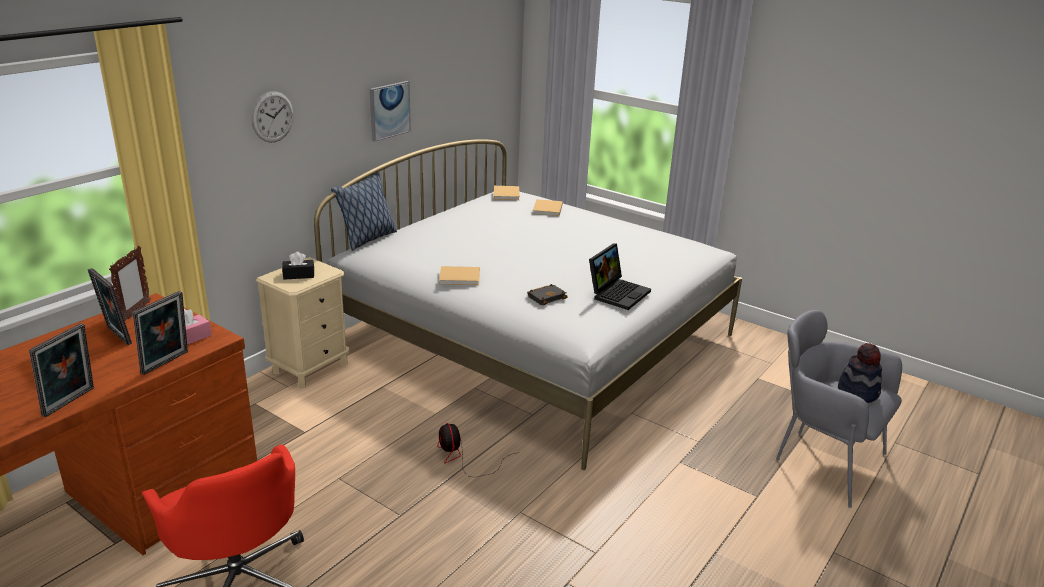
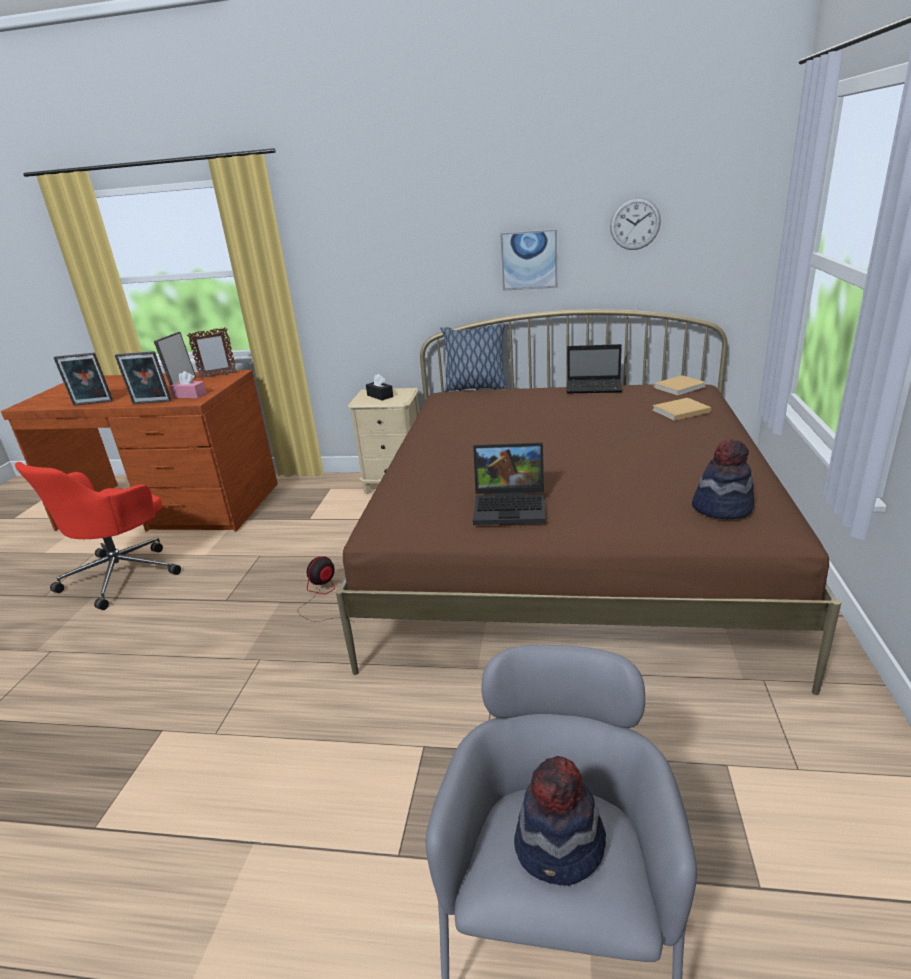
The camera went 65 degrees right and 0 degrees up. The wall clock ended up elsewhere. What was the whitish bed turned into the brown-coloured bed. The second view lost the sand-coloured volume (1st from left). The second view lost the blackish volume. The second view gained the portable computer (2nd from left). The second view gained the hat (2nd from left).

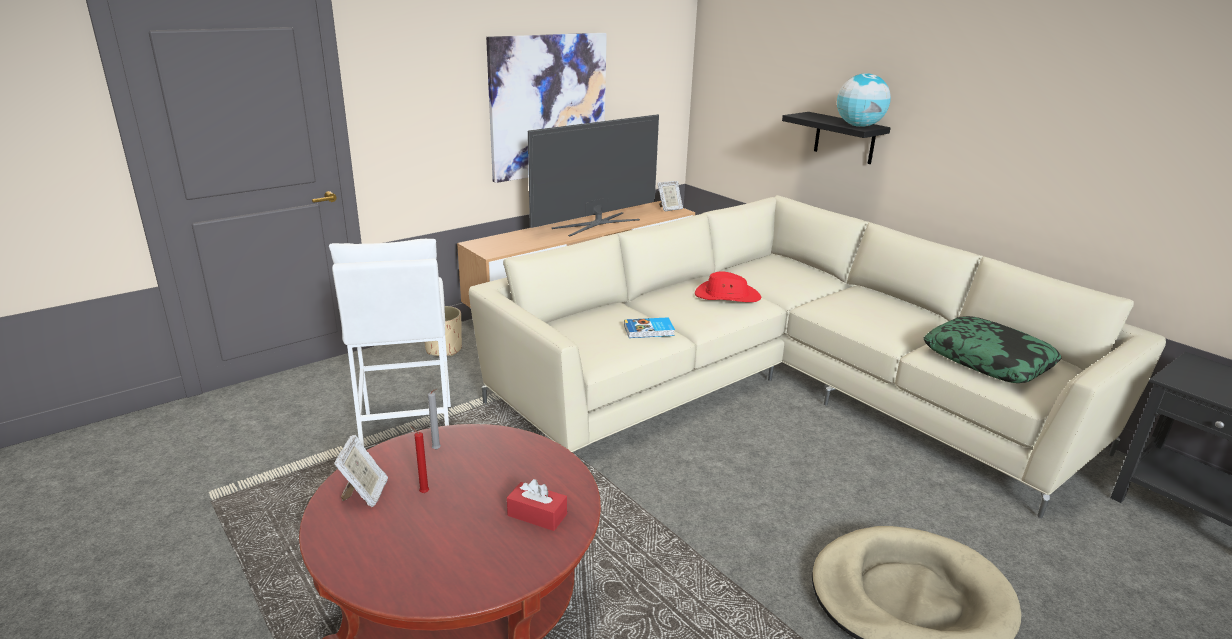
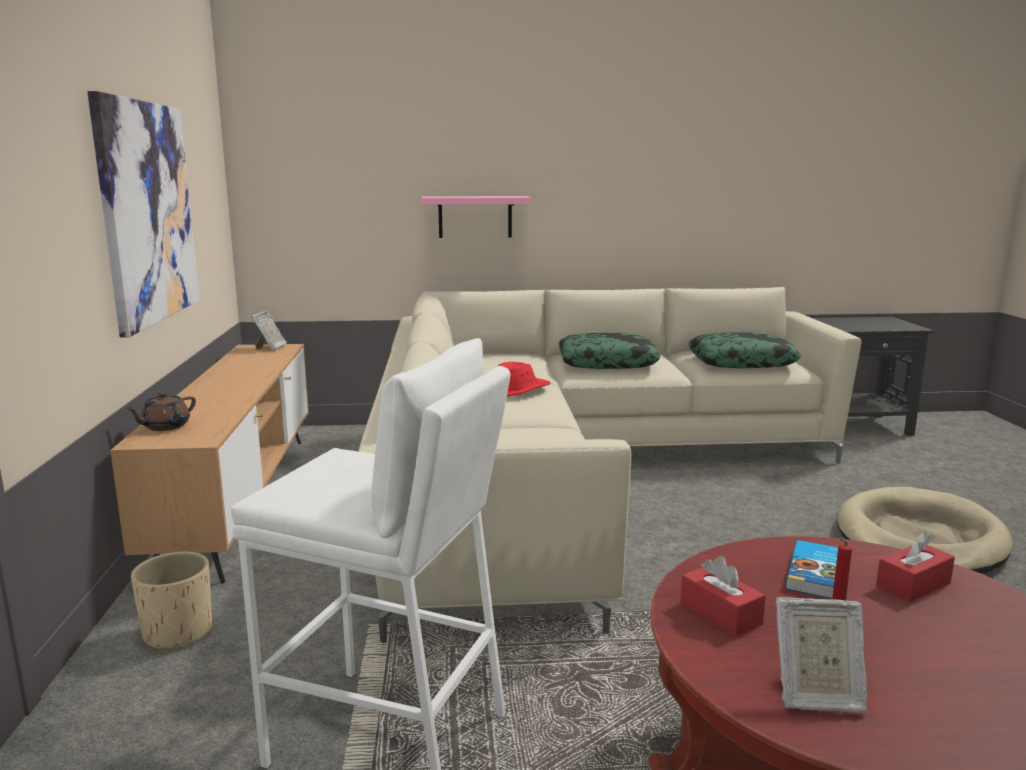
The camera went 55 degrees left and 10 degrees down. The standing frame (1st from left in the first image) ended up facing another way, 150 degrees clockwise from before. Where the grey candle stood, the red-coloured box of tissues (1st from left) came to stand. The second view lost the television. The volume ended up elsewhere. What was the blackish wall shelf turned into the pink wall shelf. The second view lost the world globe. The second view gained the brown-coloured pot for tea. The second view gained the pillow (1st from left).

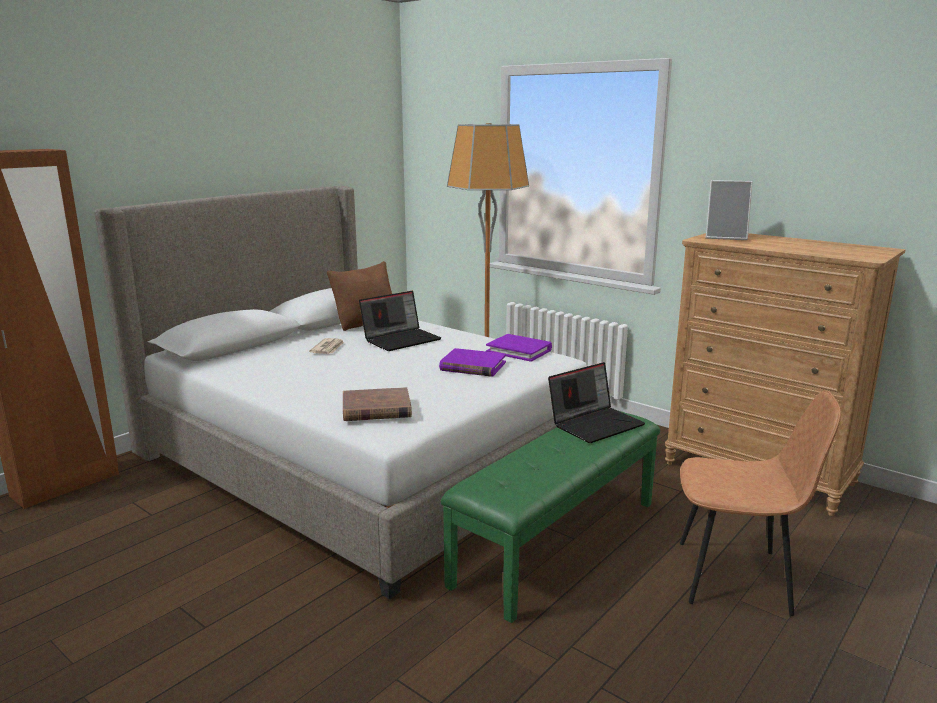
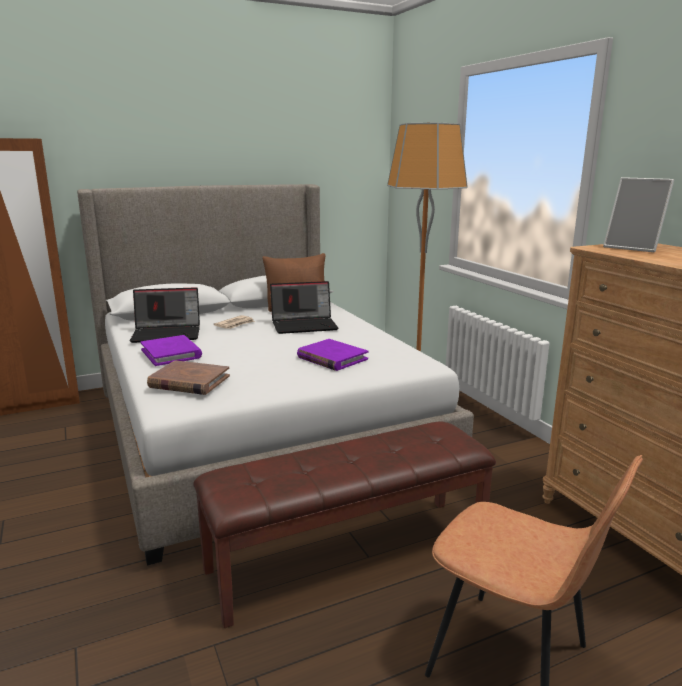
The camera went 25 degrees right and 0 degrees up. What was the green indoor bench turned into the brown-coloured indoor bench. The purple-coloured volume (2nd from left in the first image) ended up elsewhere. The portable computer (2nd from left in the first image) ended up elsewhere.

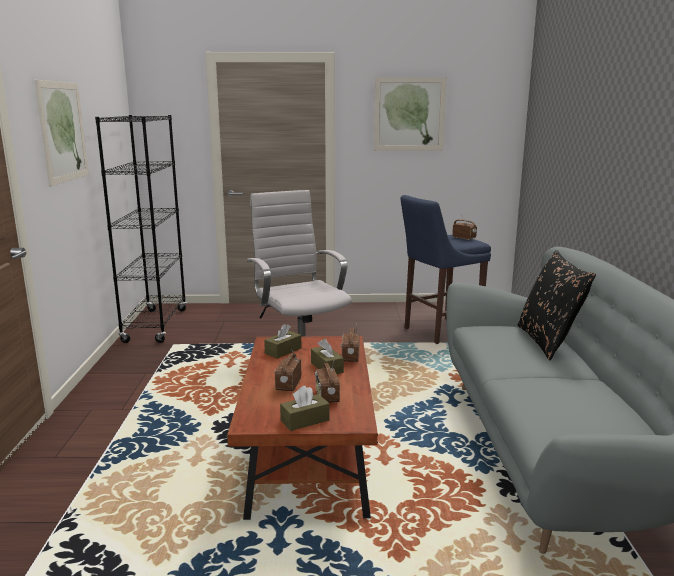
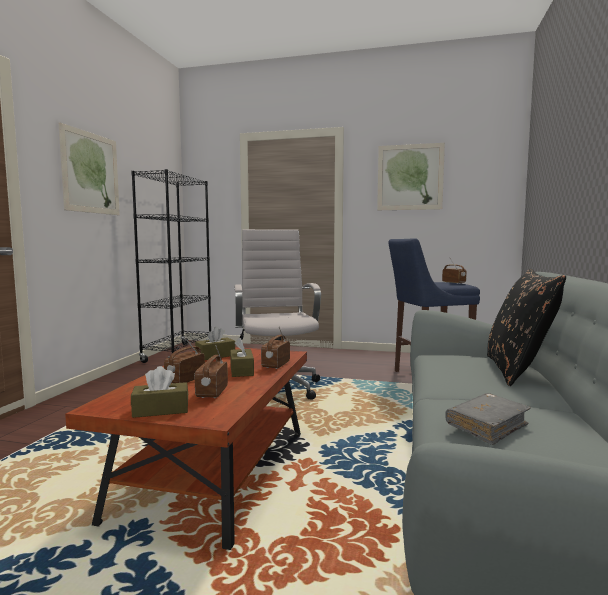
The camera went 15 degrees right and 10 degrees down. The second view gained the grey volume.

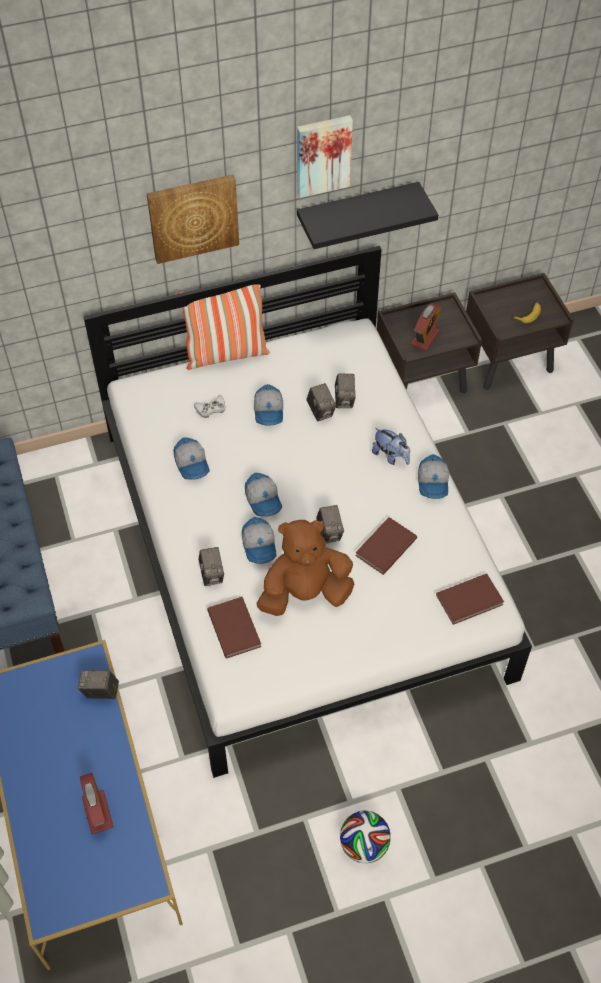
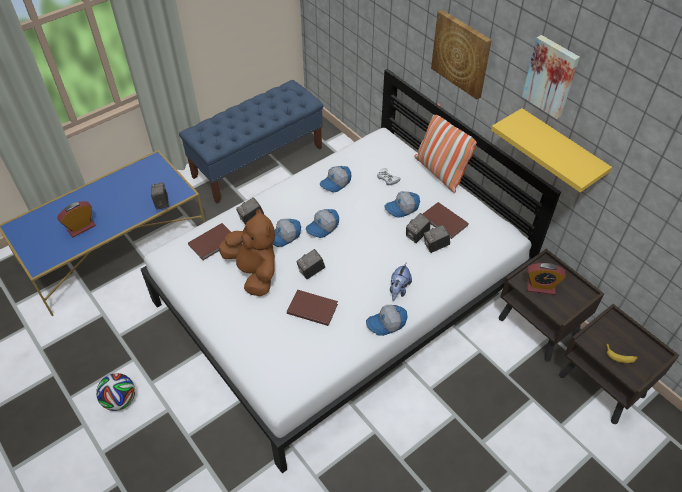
The camera went 70 degrees right and 5 degrees down. What was the blackish wall shelf turned into the yellowish wall shelf. The brown-coloured volume (3rd from left) ended up elsewhere.

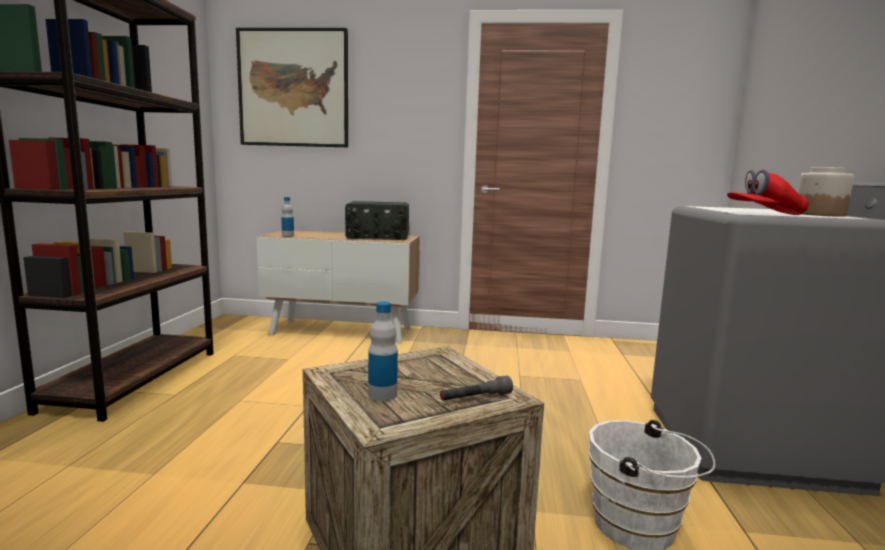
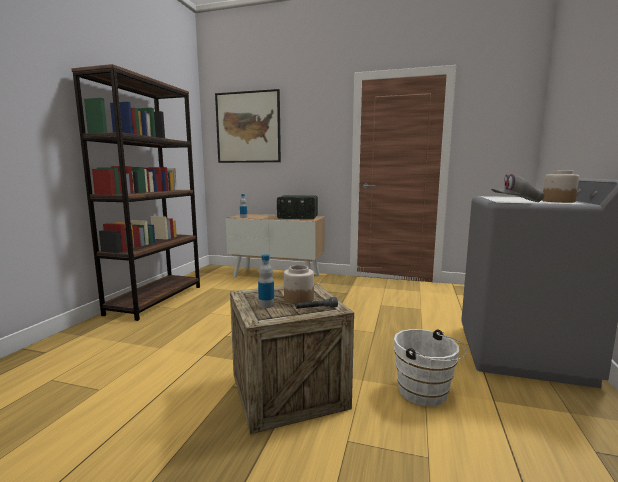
The camera went 10 degrees right and 0 degrees up. What was the red-coloured baseball cap turned into the grey baseball cap. The second view gained the storage jar (1st from left).

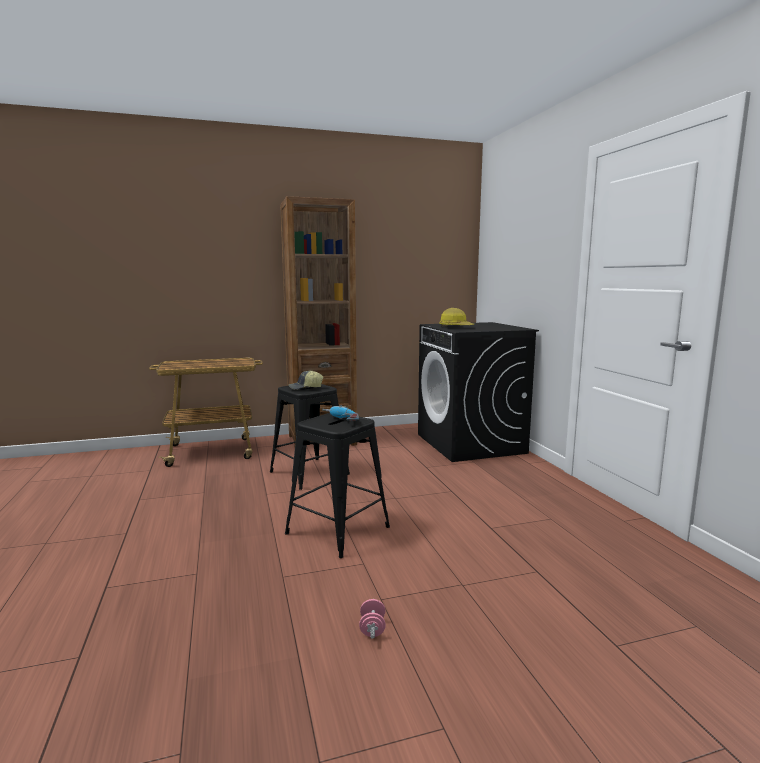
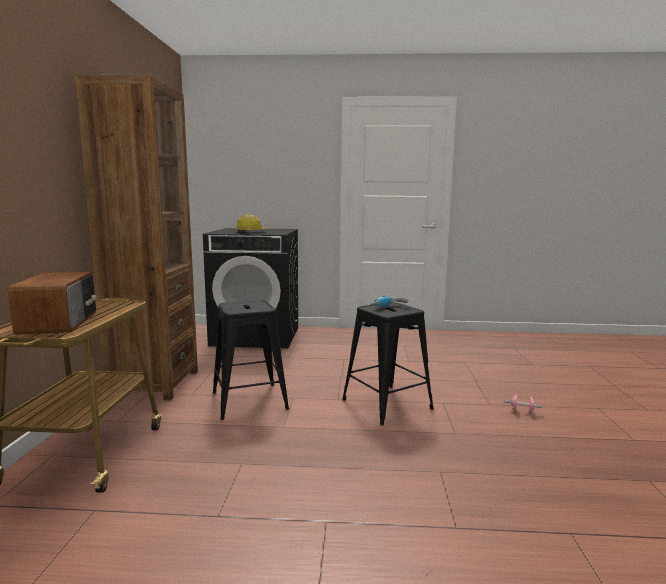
The camera went 70 degrees left and 0 degrees up. The second view lost the baseball cap. The second view gained the radio receiver.

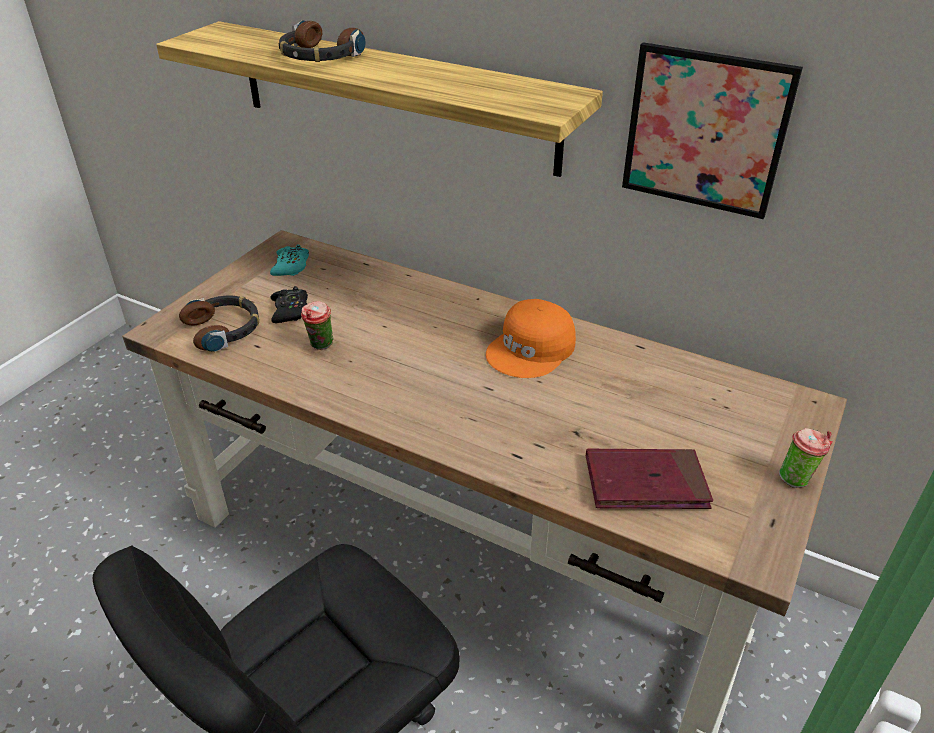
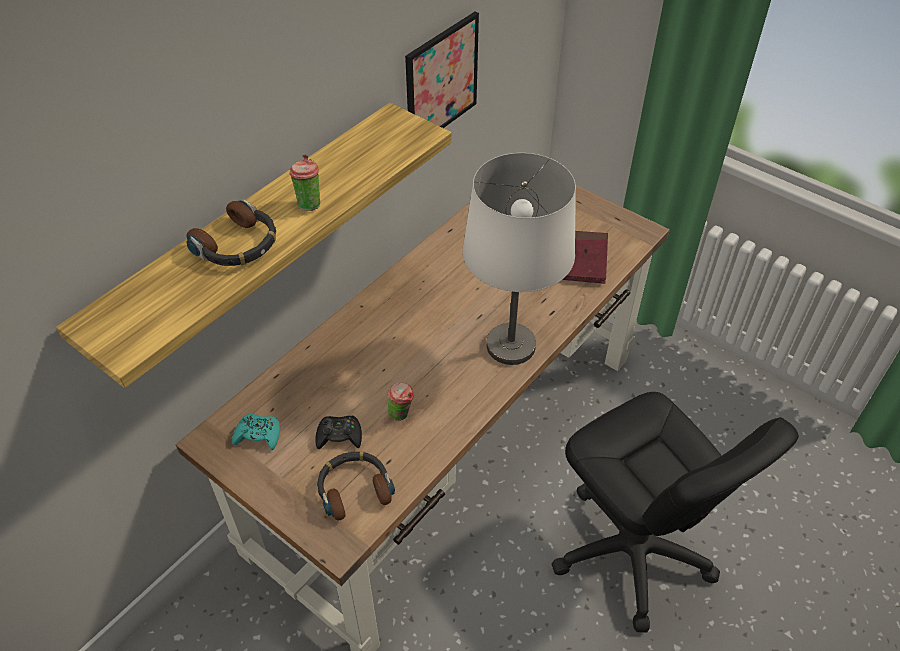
The camera went 80 degrees left and 10 degrees up. The second view lost the orange-coloured baseball cap. The drinking cup (2nd from left in the first image) ended up elsewhere. The second view gained the whitish table lamp.

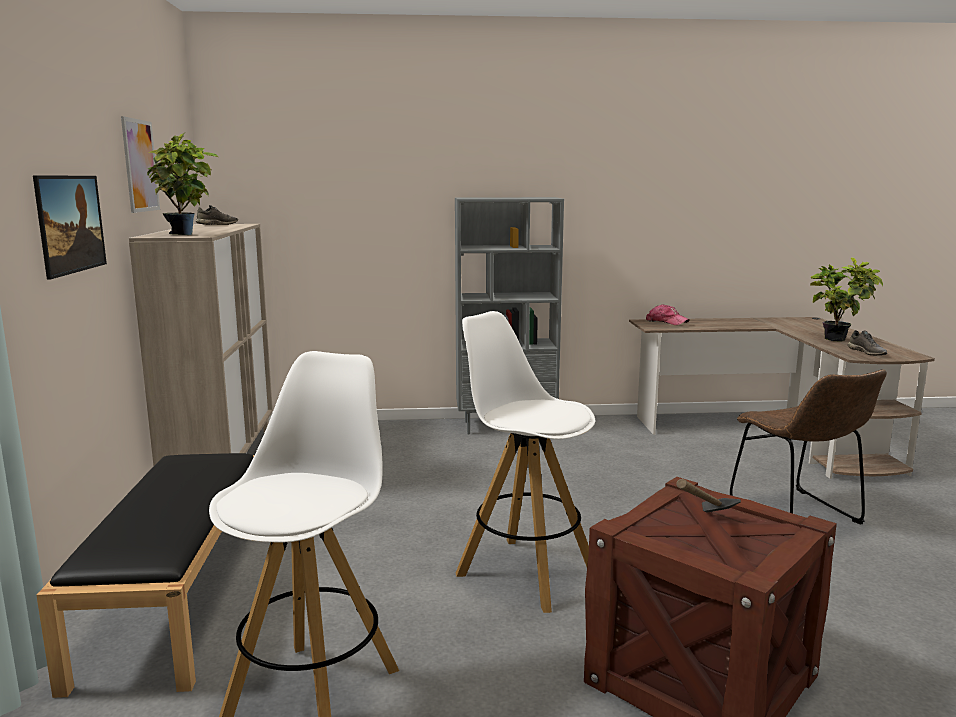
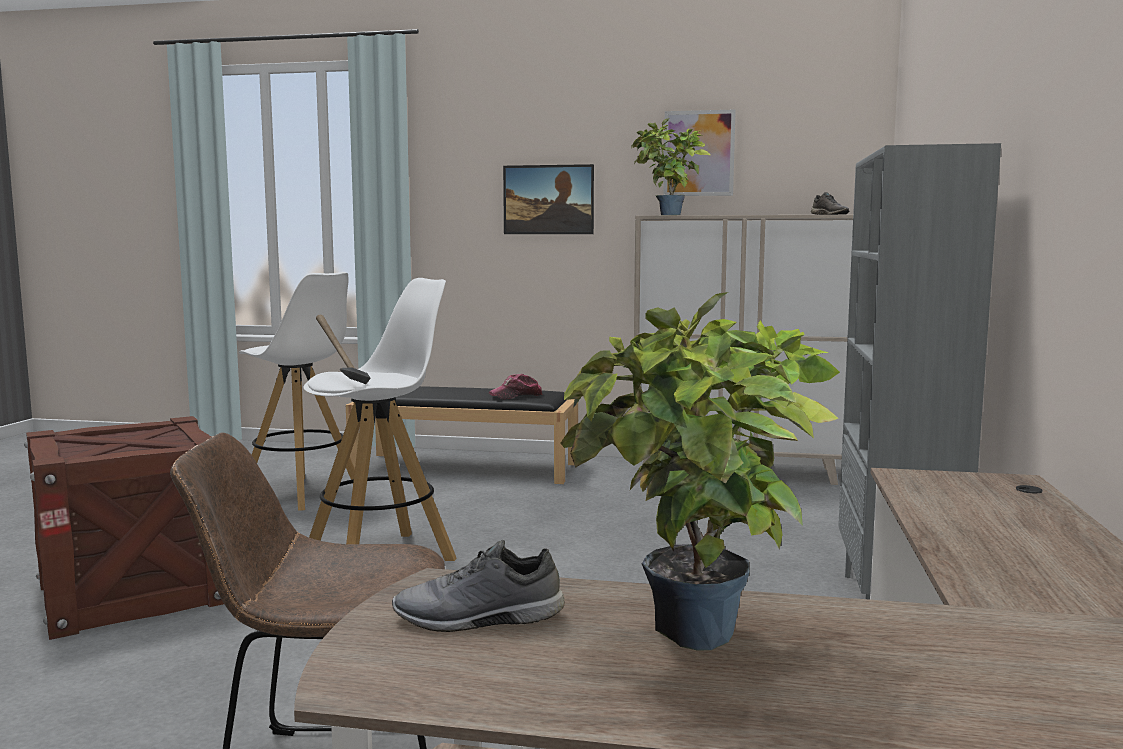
The camera went 105 degrees right and 5 degrees down. The baseball cap ended up elsewhere. The tool hammer ended up elsewhere.

